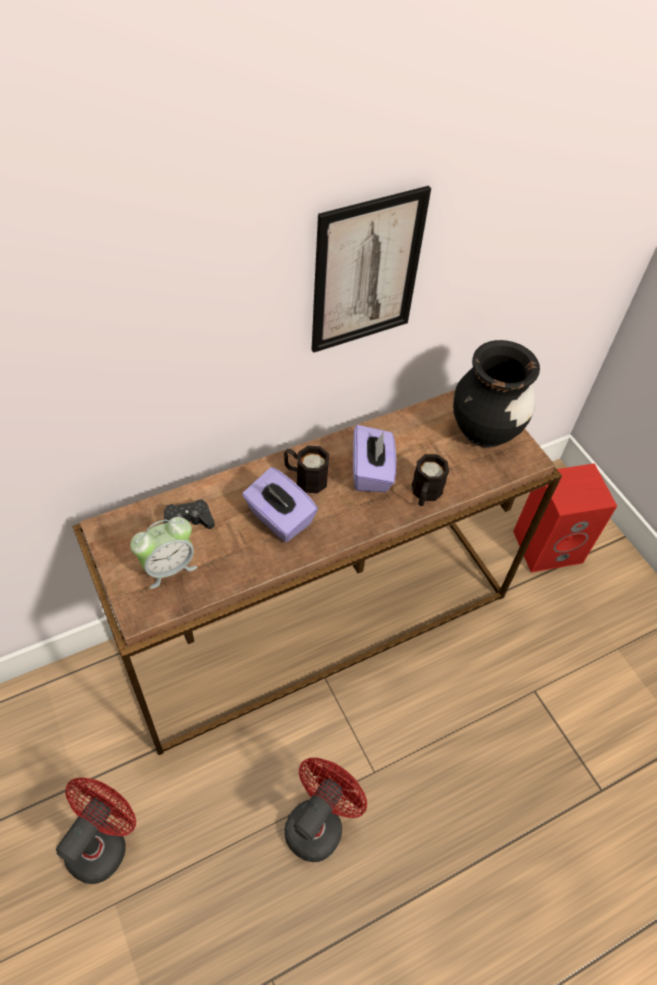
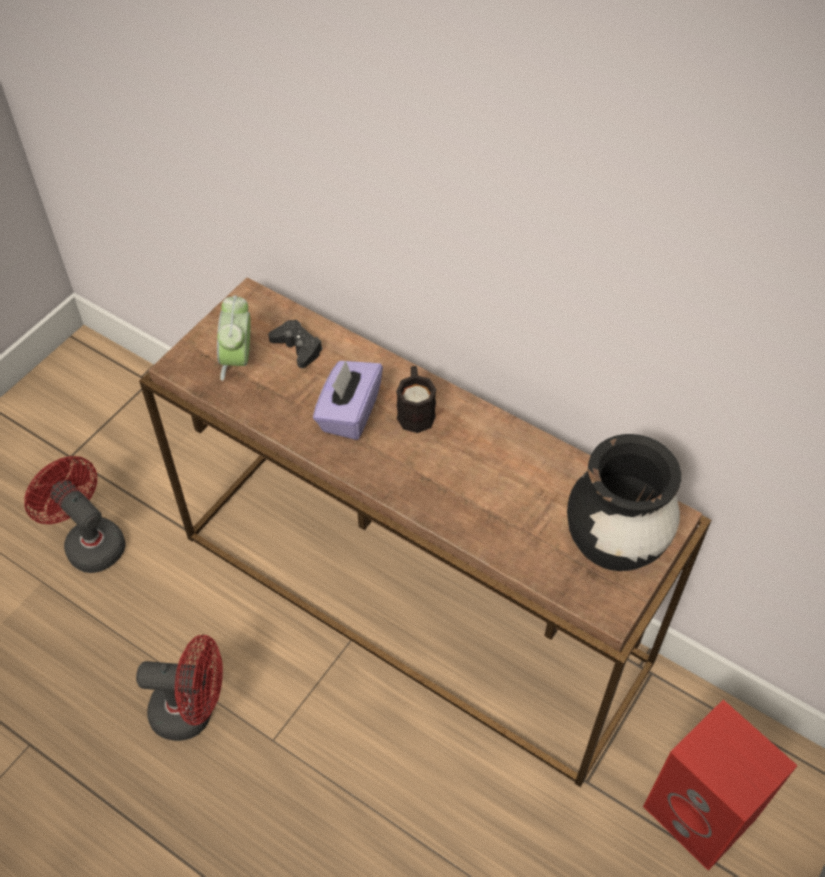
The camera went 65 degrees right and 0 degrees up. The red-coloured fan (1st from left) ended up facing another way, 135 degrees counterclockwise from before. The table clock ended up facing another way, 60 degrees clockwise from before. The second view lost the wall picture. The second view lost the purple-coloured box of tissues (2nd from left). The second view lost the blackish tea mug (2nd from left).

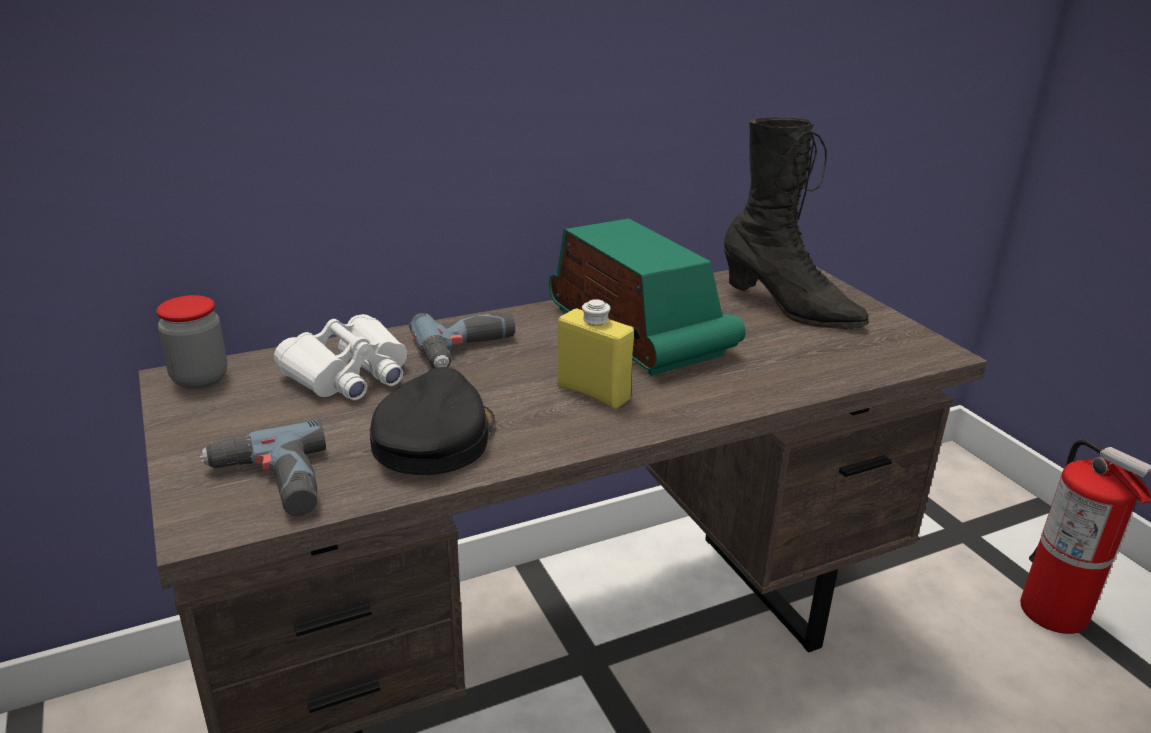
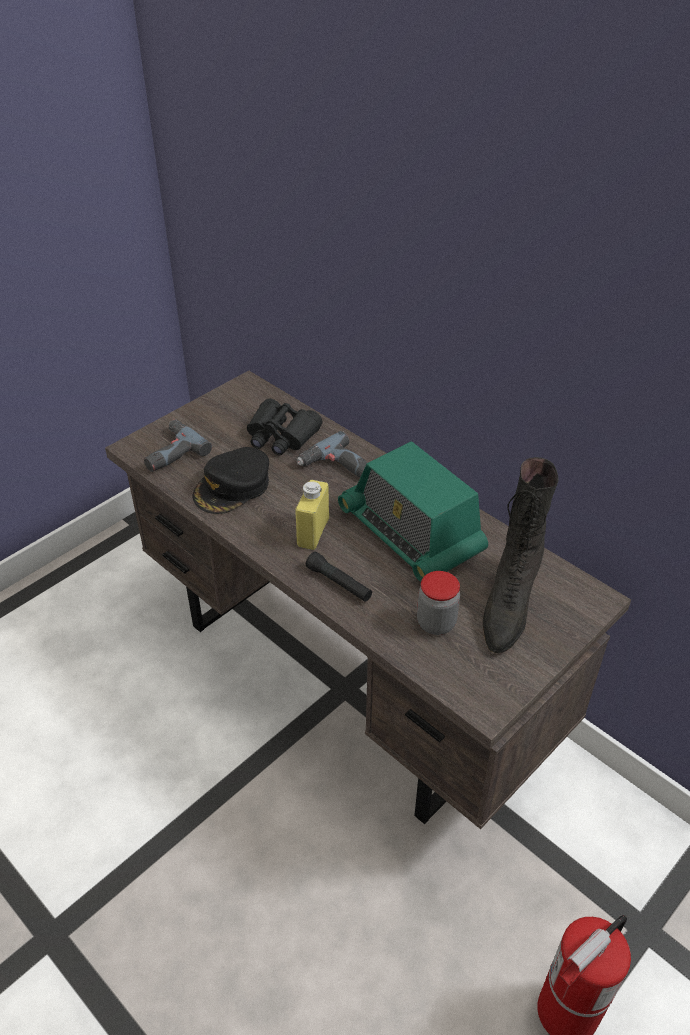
The camera went 70 degrees right and 15 degrees up. The storage jar ended up elsewhere. What was the whitish binoculars turned into the blackish binoculars. The blackish baseball cap ended up facing another way, 135 degrees clockwise from before. The radio receiver ended up facing another way, 105 degrees clockwise from before. The second view gained the blackish torch.

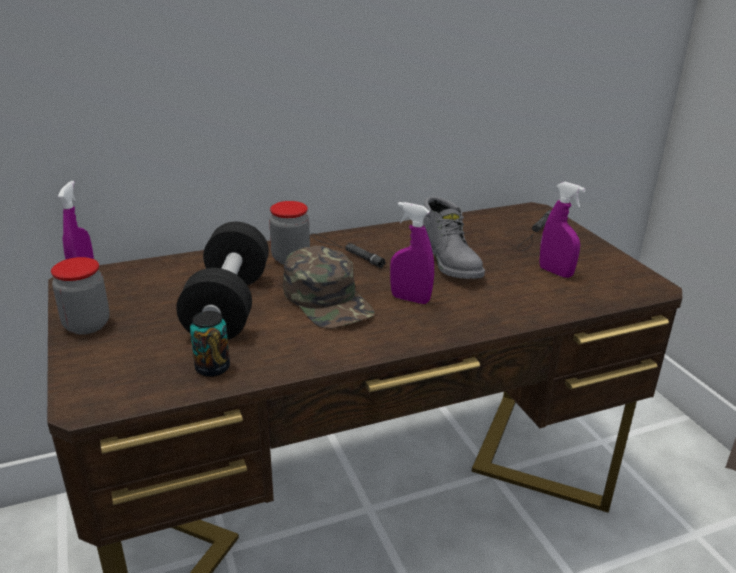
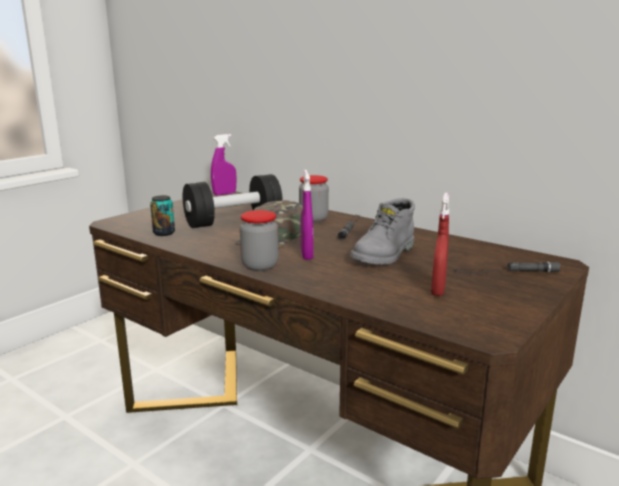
The camera went 60 degrees right and 10 degrees down. The storage jar (1st from left) ended up elsewhere. What was the purple-coloured hand sprayer (3rd from left) turned into the red-coloured hand sprayer.

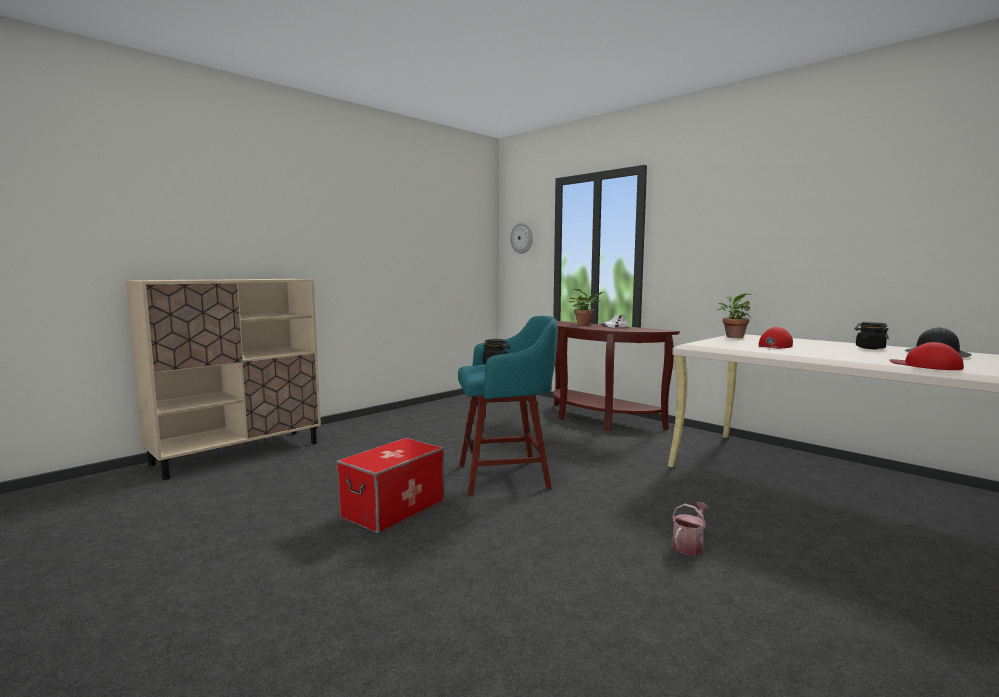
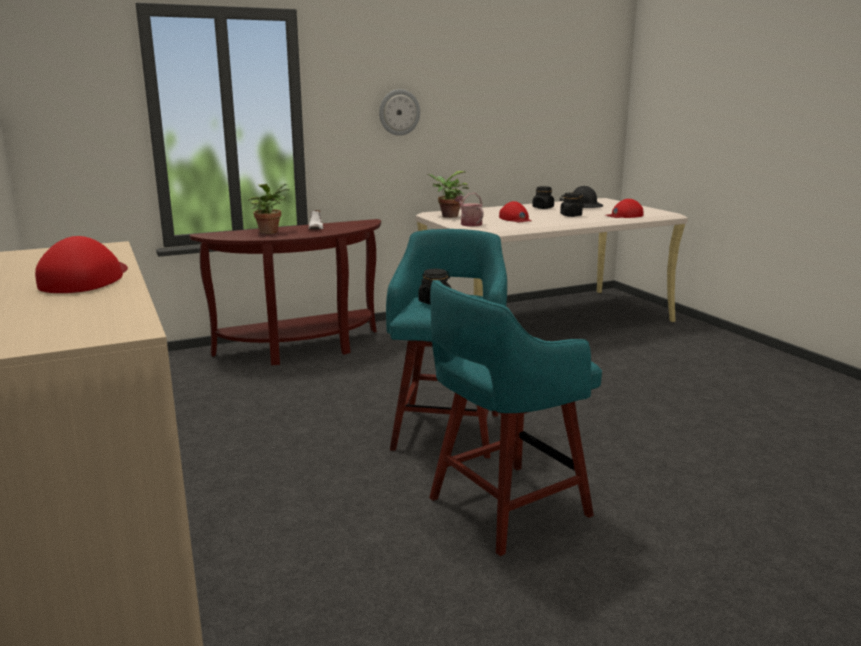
The camera went 70 degrees left and 10 degrees up. Where the storage bin stood, the turquoise-coloured stool (2nd from left) came to stand. The wall clock ended up elsewhere. The watering can ended up elsewhere. The second view gained the red-coloured baseball cap (1st from left). The second view gained the blackish storage jar (3rd from left).

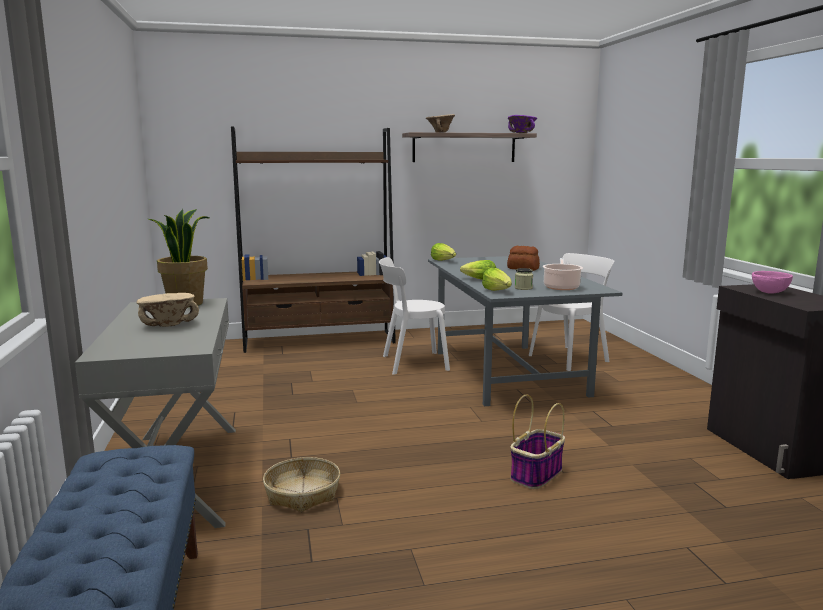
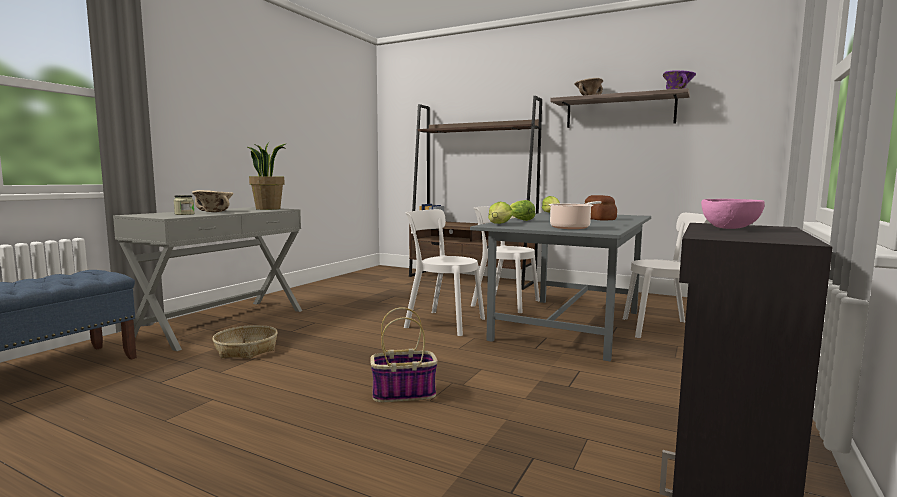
The camera went 40 degrees right and 5 degrees down. The storage jar ended up elsewhere. The second view gained the whitish upright chair (1st from left).

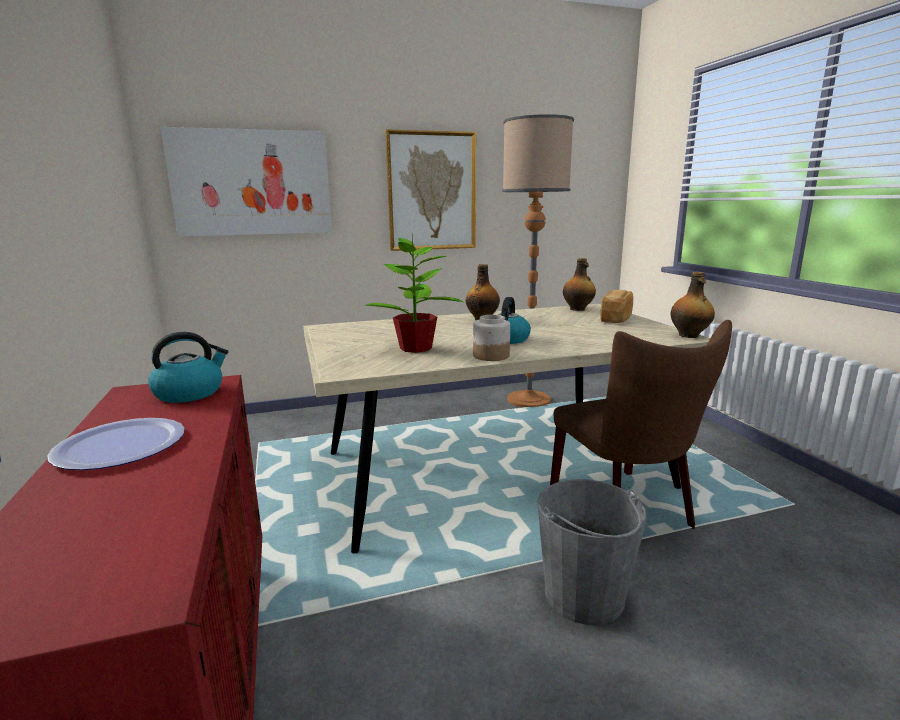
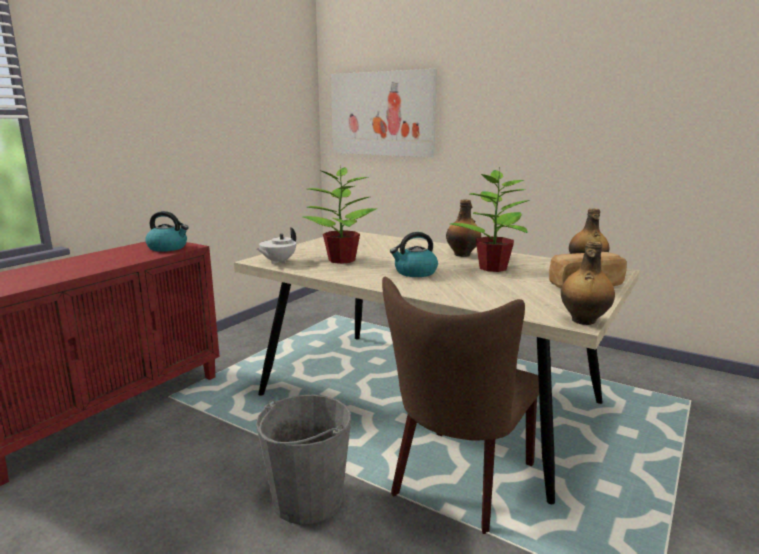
The camera went 50 degrees right and 0 degrees up. The second view lost the flat dish. The second view lost the wall picture (2nd from left). The second view lost the storage jar. The second view lost the floor lamp. The second view gained the whitish pot for tea. The second view gained the houseplant (2nd from left).

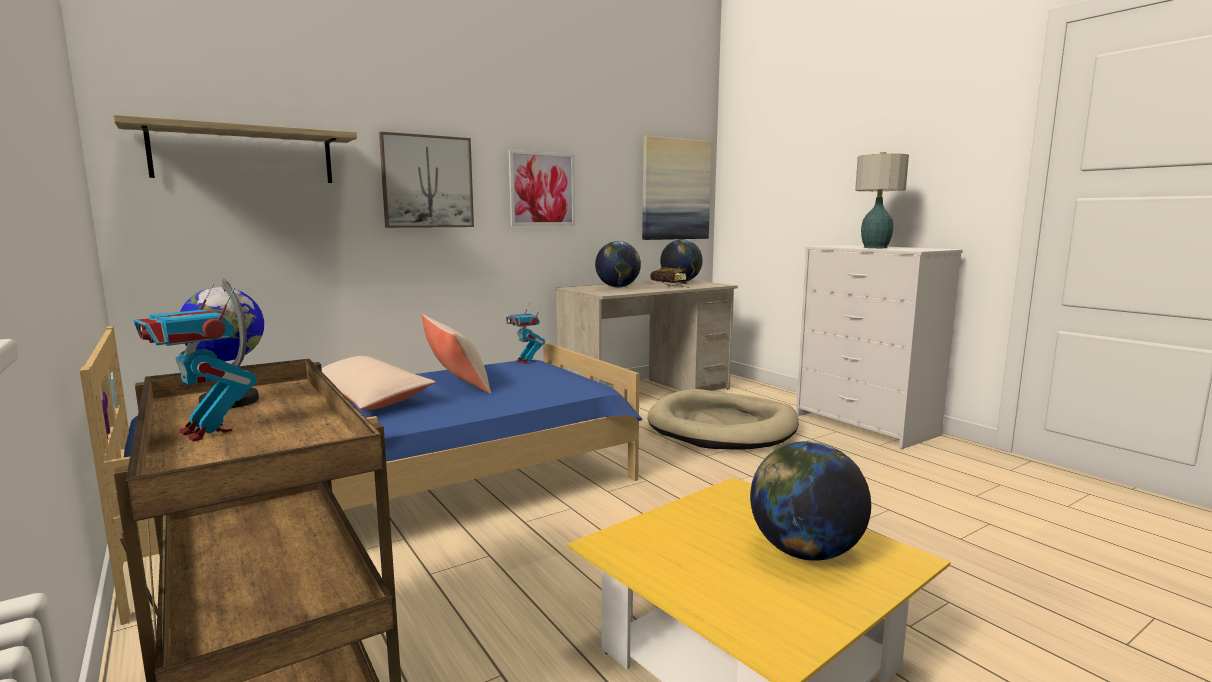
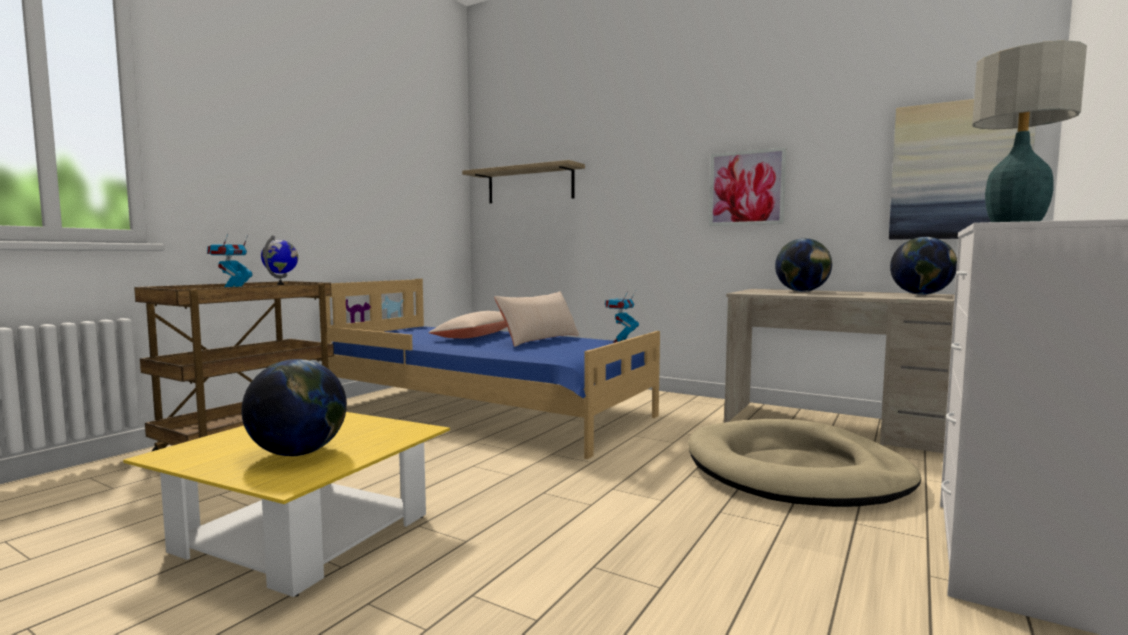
The camera went 65 degrees right and 5 degrees down. The second view lost the wall picture (1st from left). The second view lost the volume.

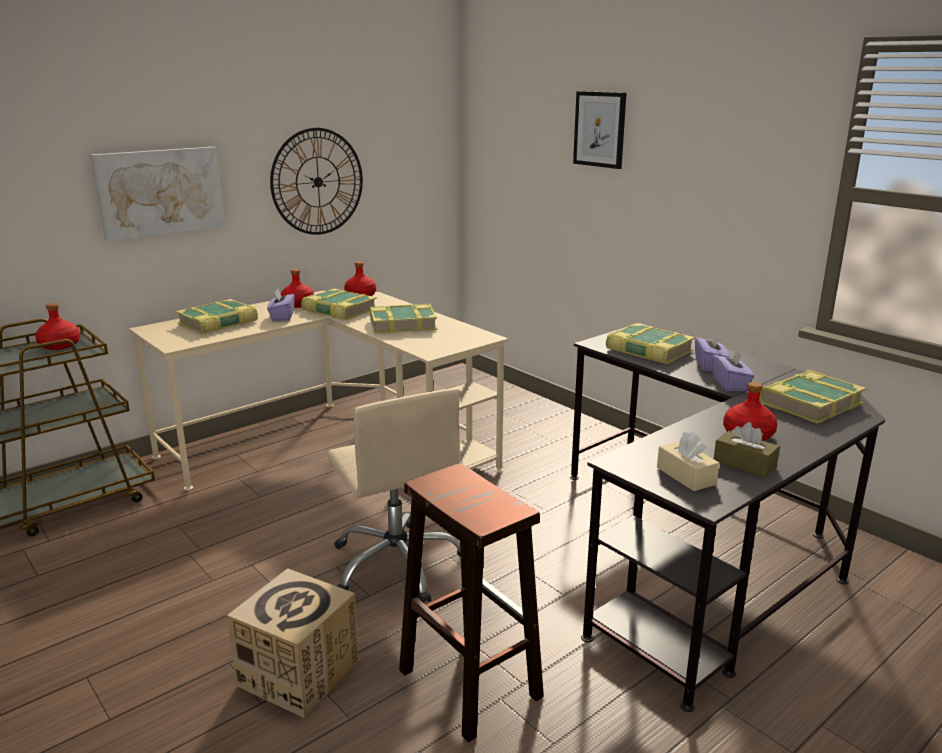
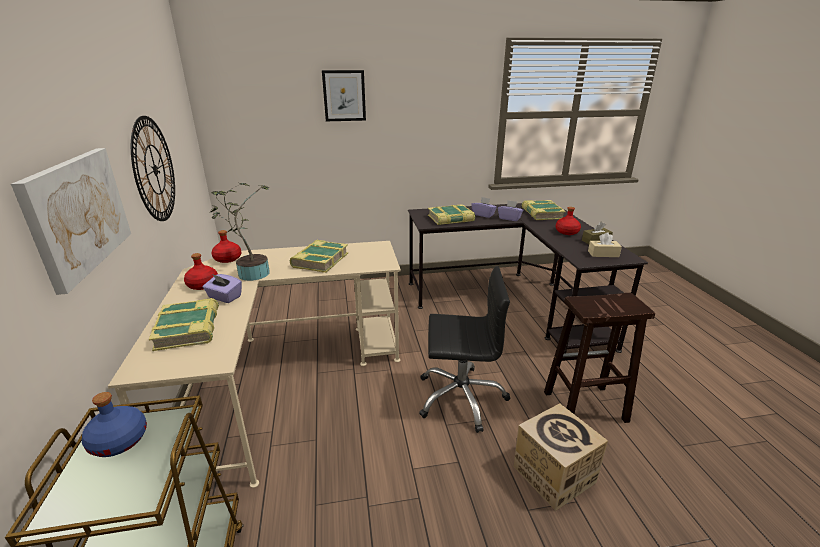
The camera went 60 degrees left and 5 degrees up. What was the red-coloured drink bottle (1st from left) turned into the blue drink bottle. Where the volume (2nd from left) stood, the houseplant came to stand. What was the sand-coloured computer chair turned into the blackish computer chair.

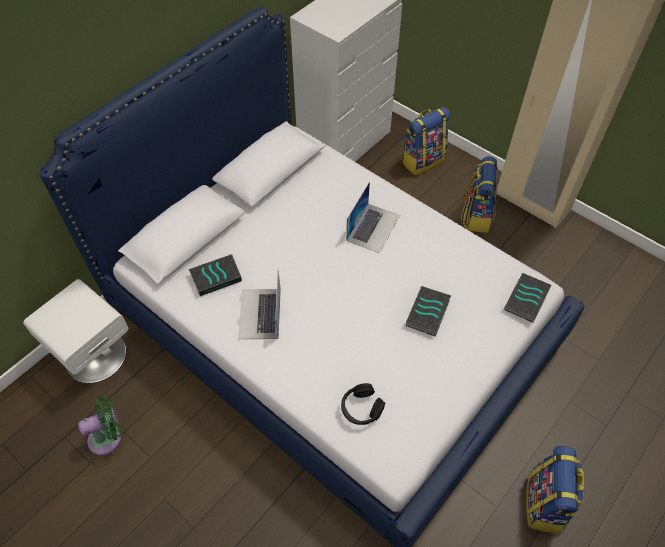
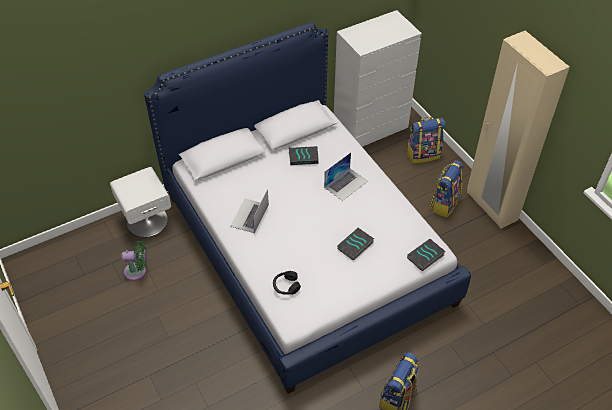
The camera went 20 degrees right and 5 degrees down. The volume (1st from left) ended up elsewhere.

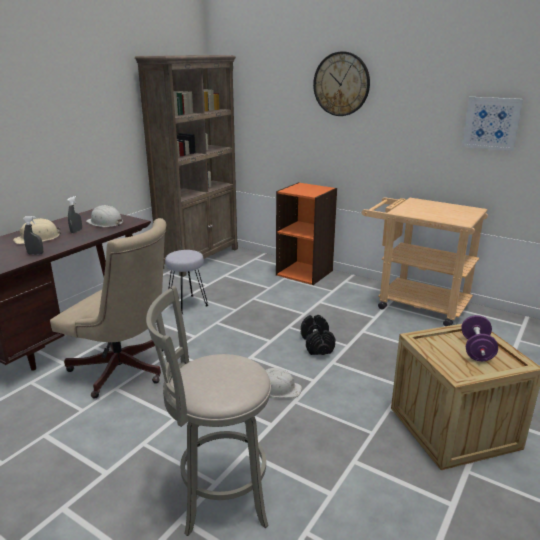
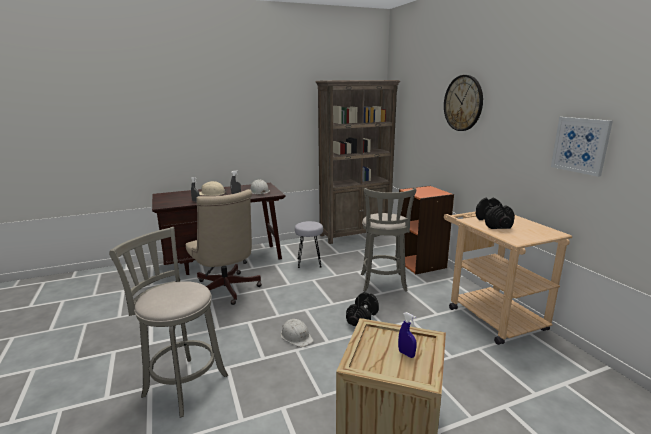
The camera went 35 degrees right and 5 degrees down. Where the purple-coloured hand weight stood, the blue hand sprayer came to stand. The second view gained the grey stool (3rd from left). The second view gained the blackish hand weight (2nd from left).

